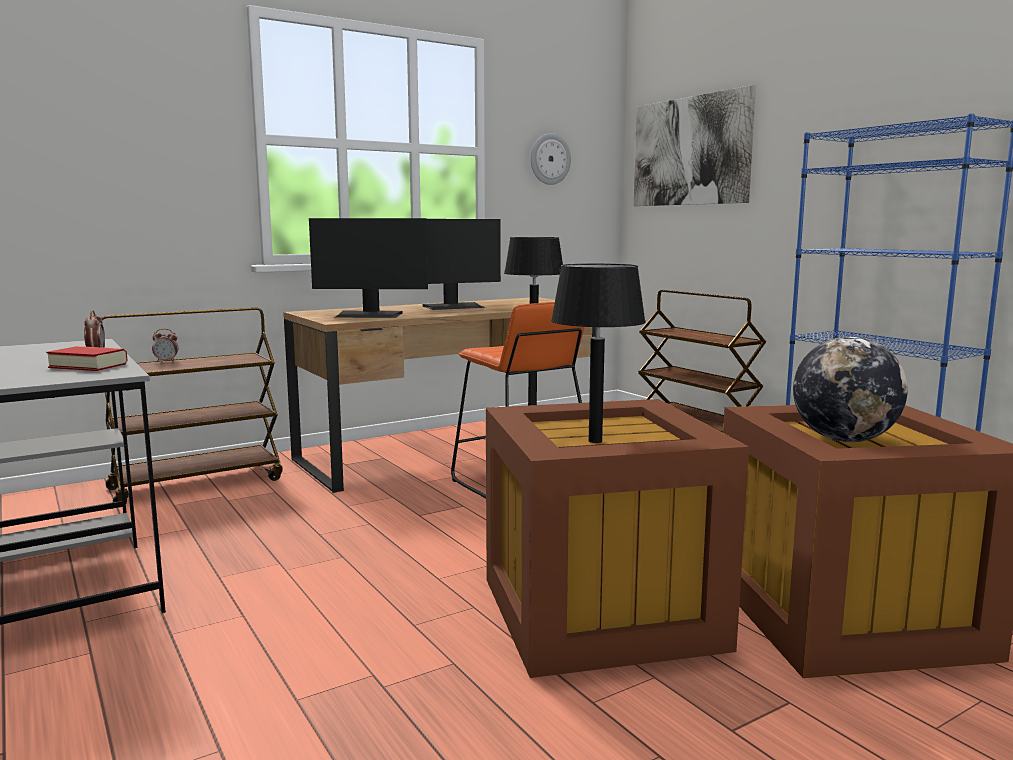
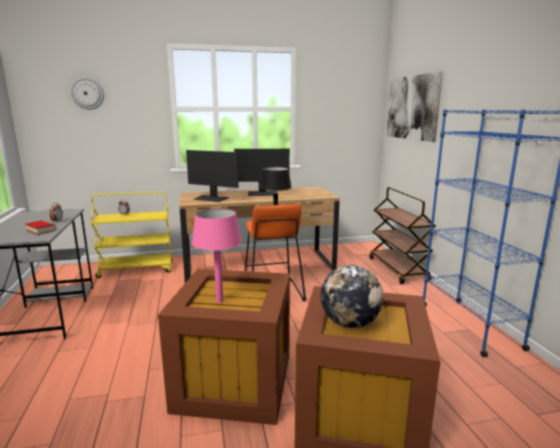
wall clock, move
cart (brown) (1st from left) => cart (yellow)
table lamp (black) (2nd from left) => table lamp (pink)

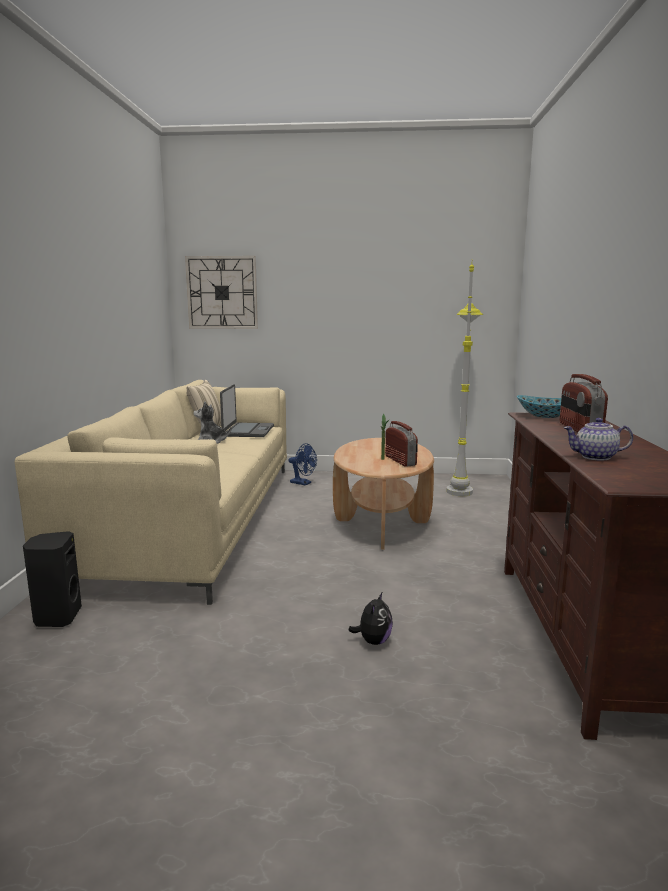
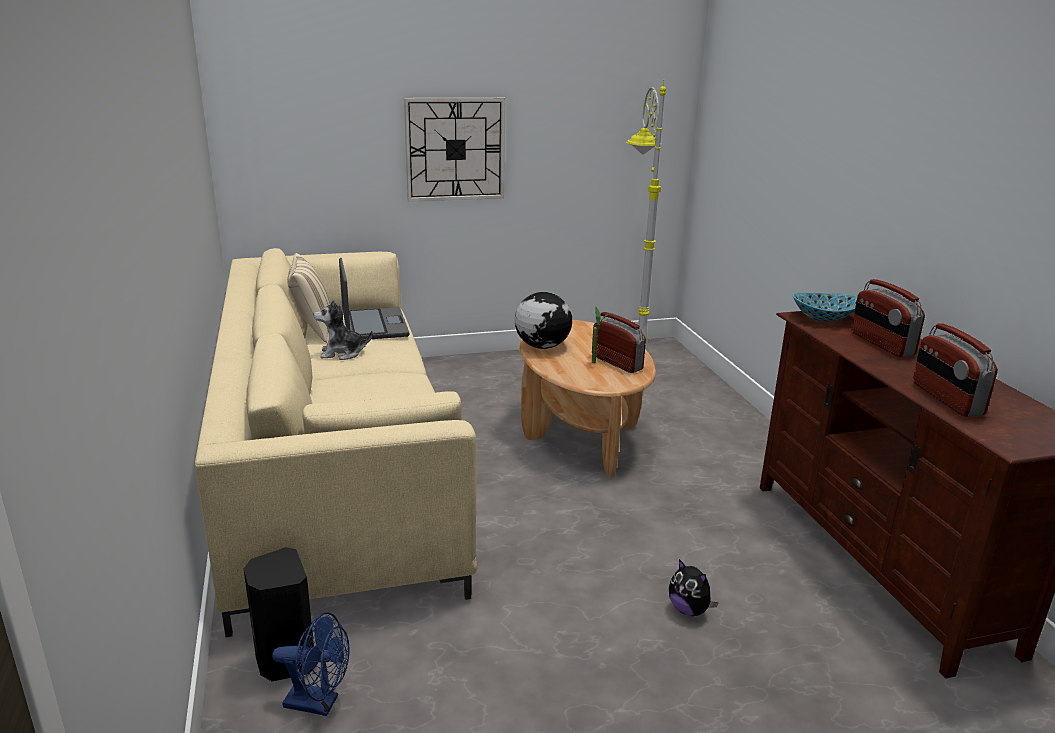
nothing => globe
wall clock, move
fan (blue), move
teapot => radio (3rd from left)
plush toy (2nd from left), 135 degrees clockwise

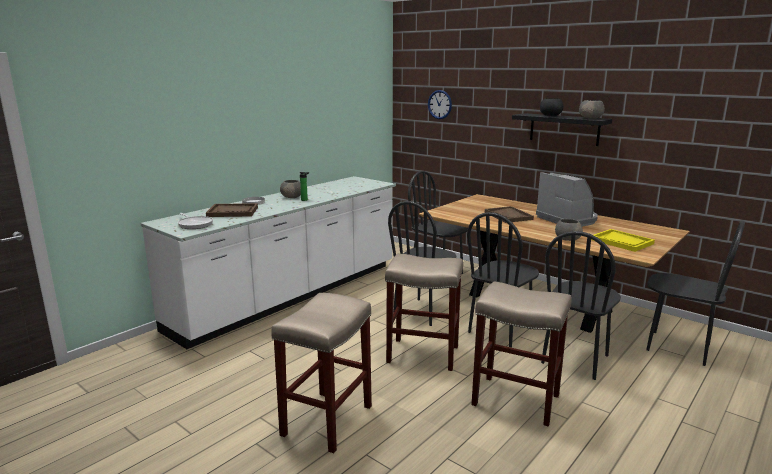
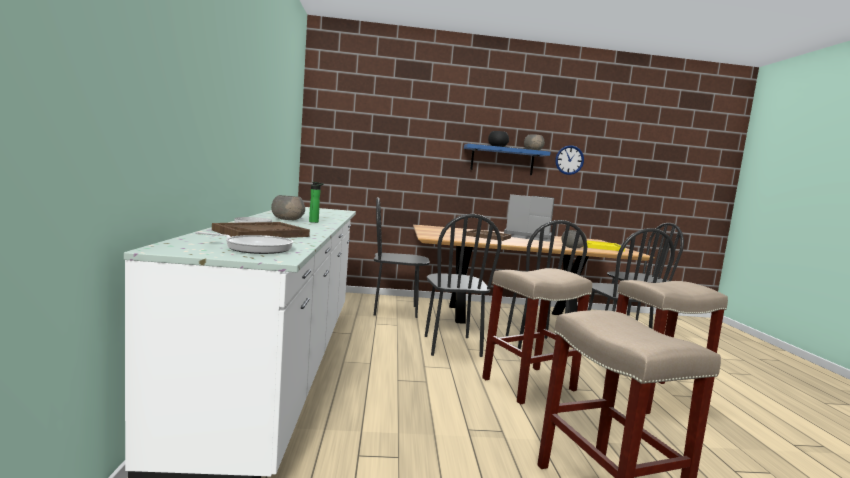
wall clock, move
shelf (black) => shelf (blue)

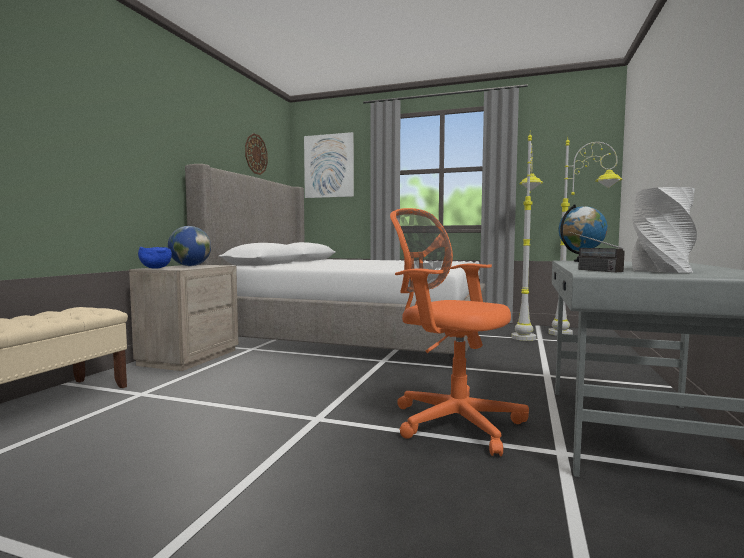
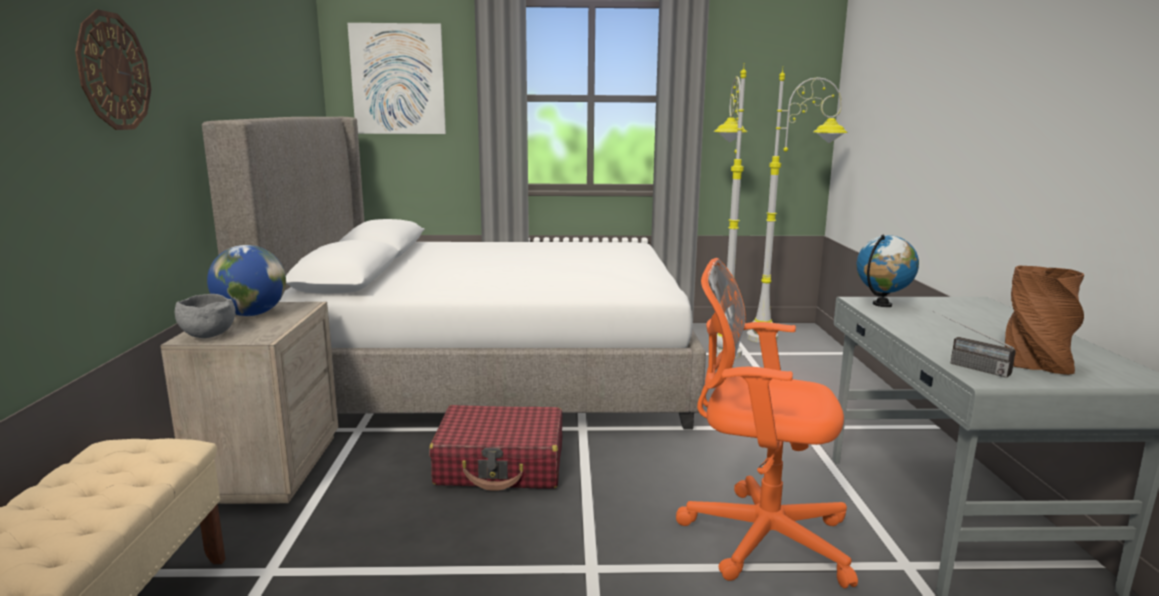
nothing => suitcase (red)
wall clock, move
bowl (blue) => bowl (grey)
vase (grey) => vase (brown)

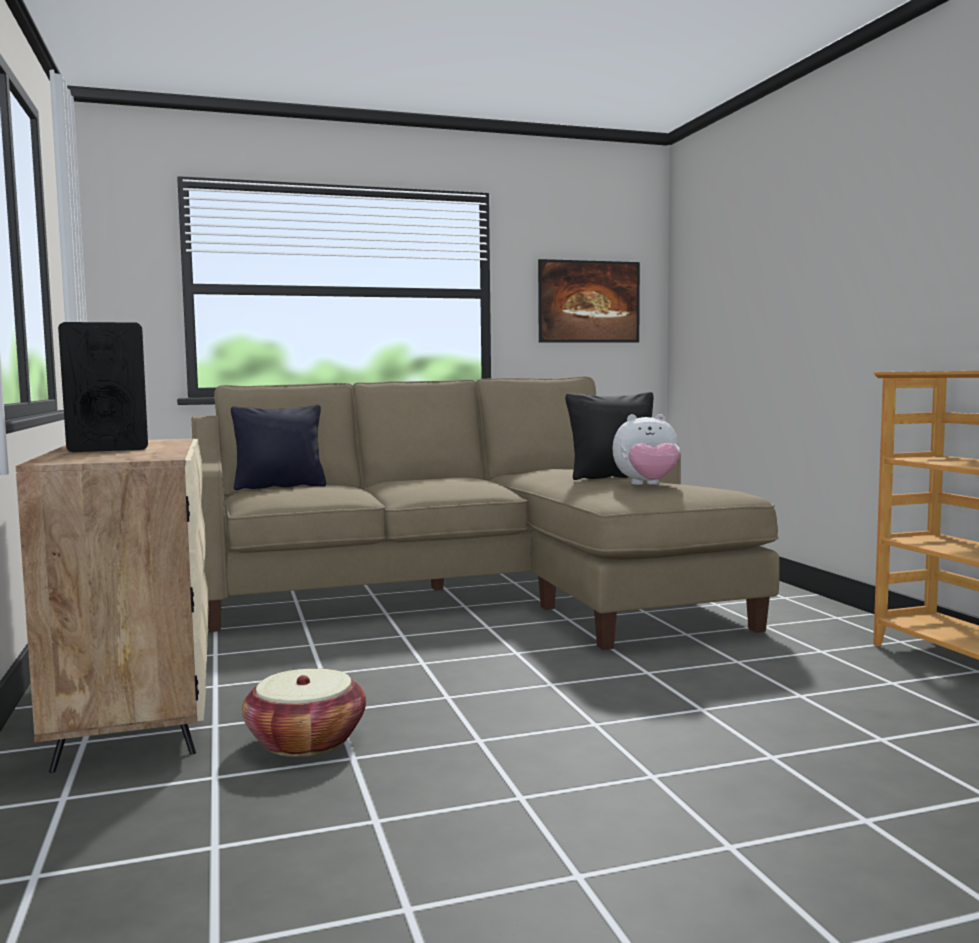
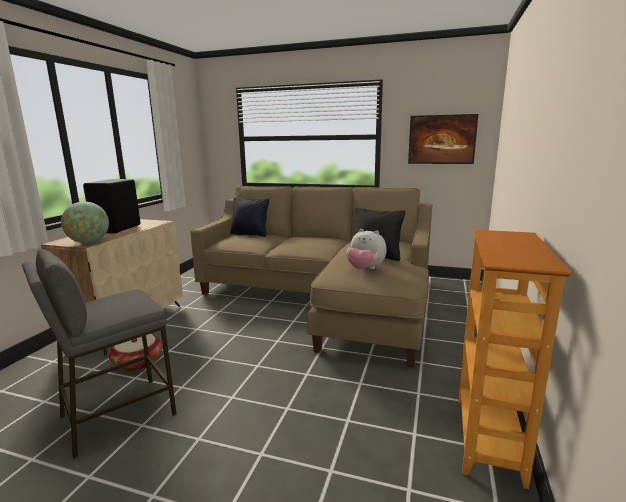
nothing => stool (grey)
nothing => globe

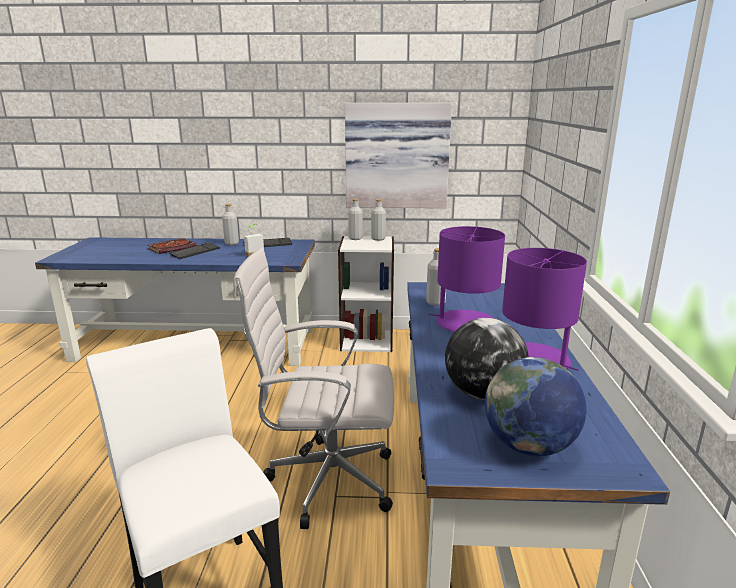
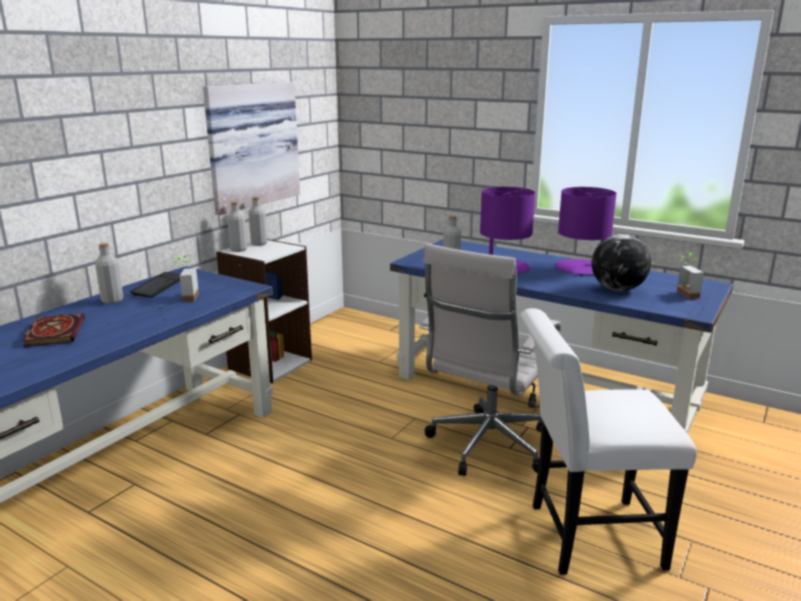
keyboard (1st from left) => nothing
globe (2nd from left) => potted plant (2nd from left)

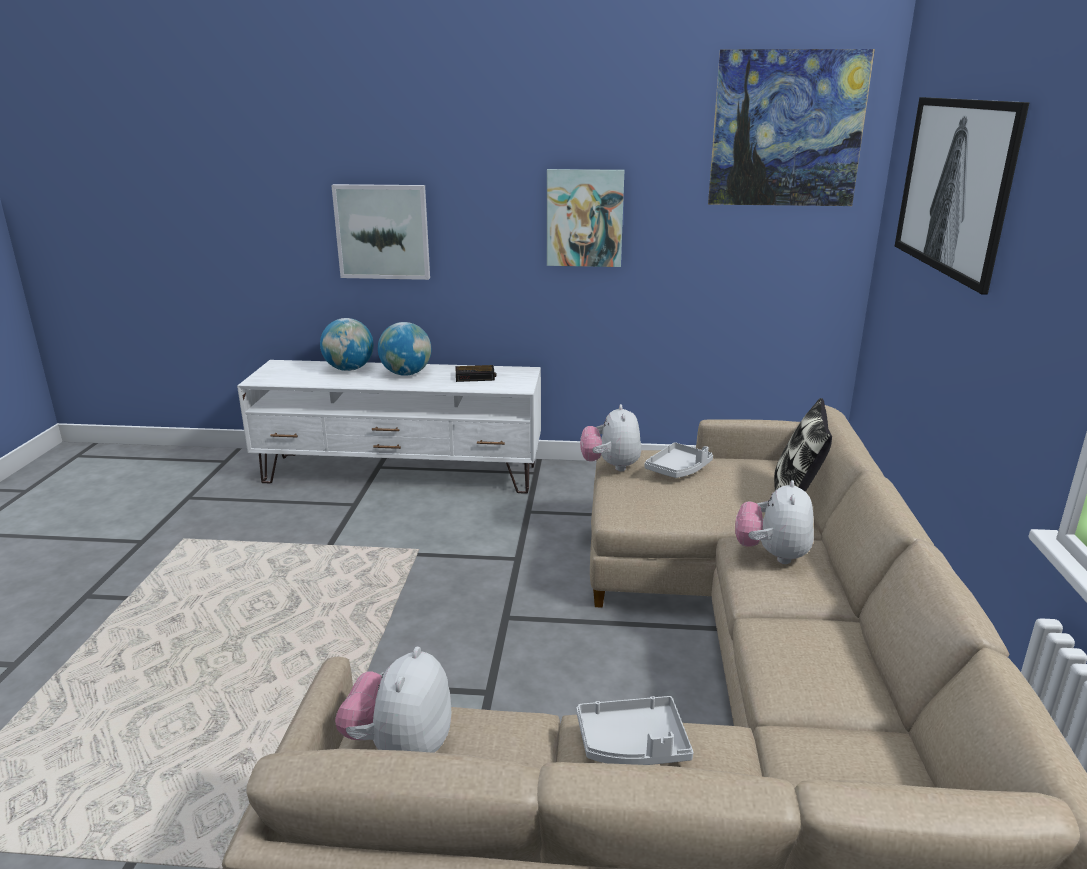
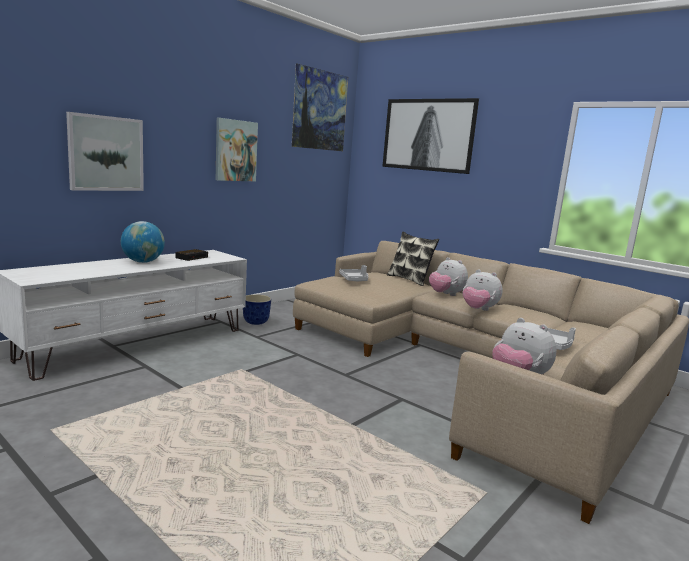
globe (1st from left) => nothing
nothing => planter
plush toy (2nd from left), move

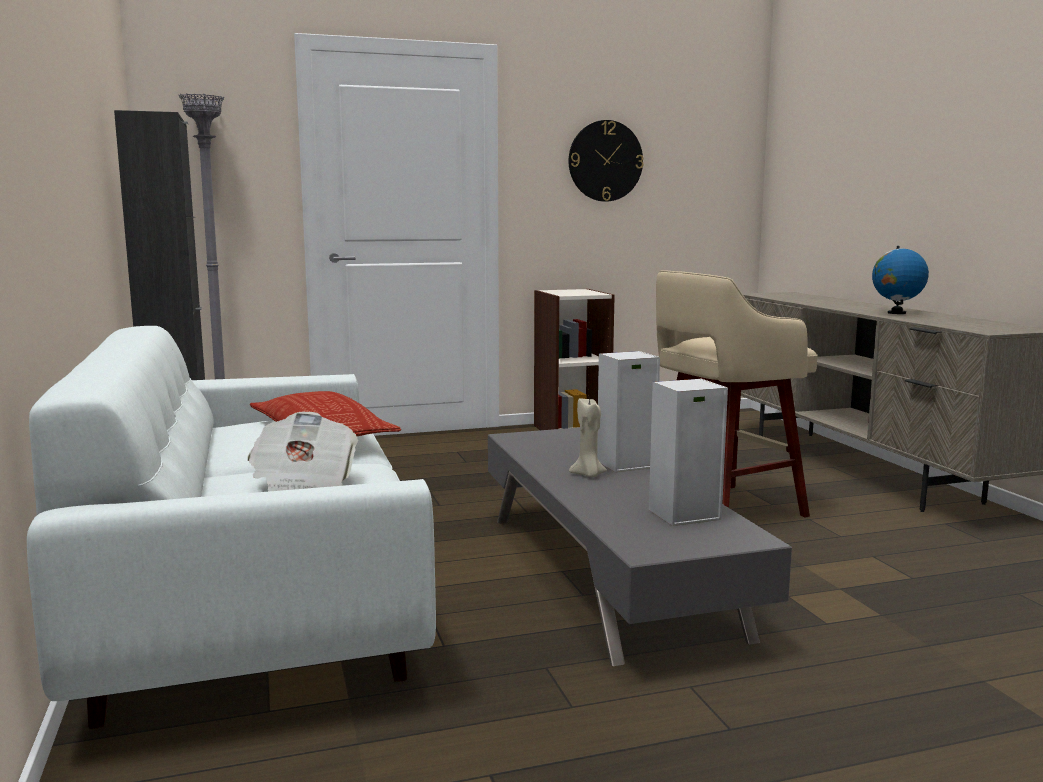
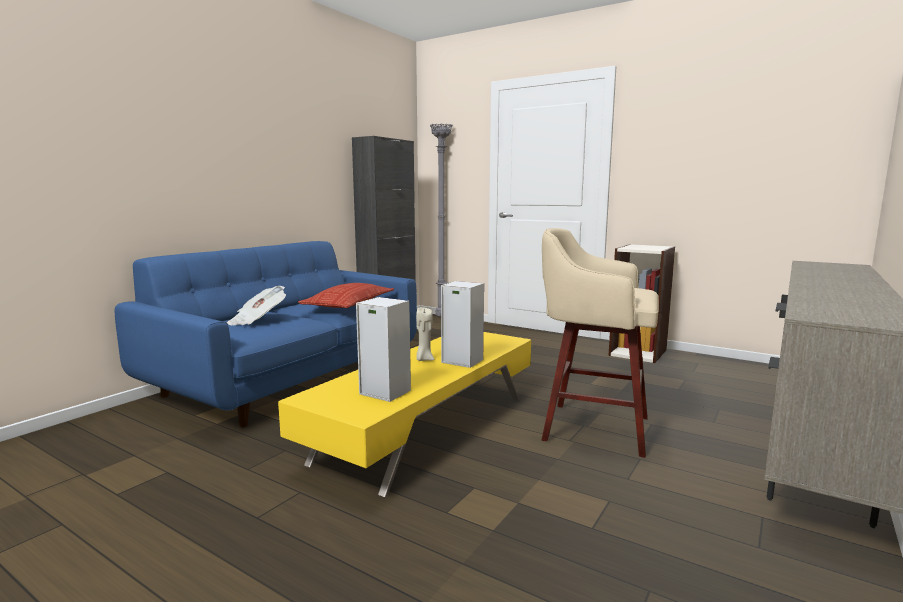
wall clock => nothing
globe => nothing
sofa (white) => sofa (blue)
coffee table (grey) => coffee table (yellow)

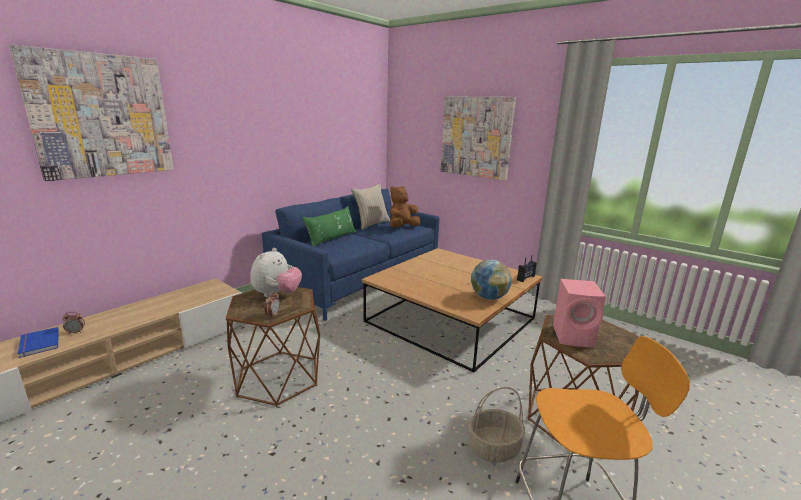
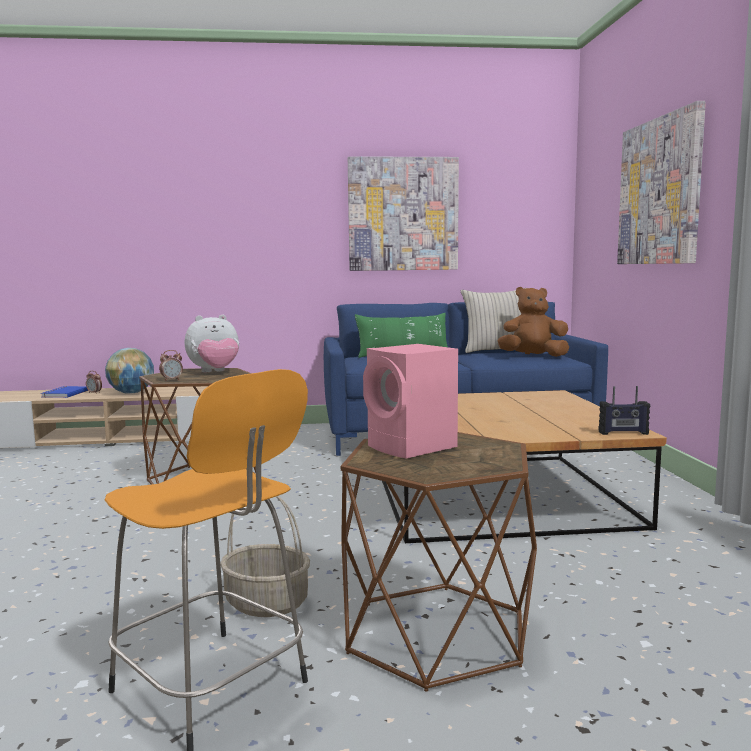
picture (1st from left), move
globe, move

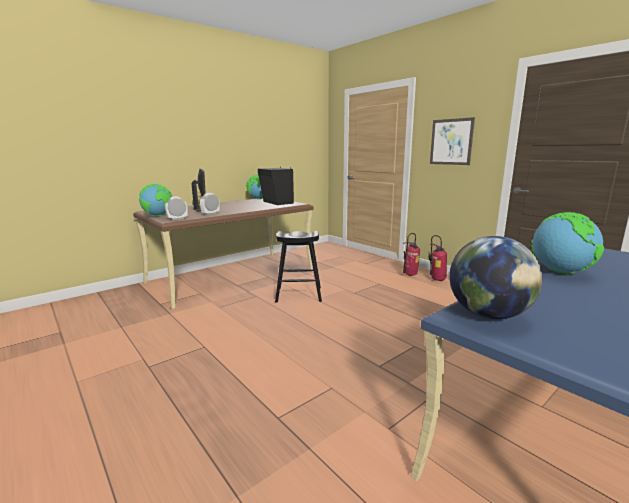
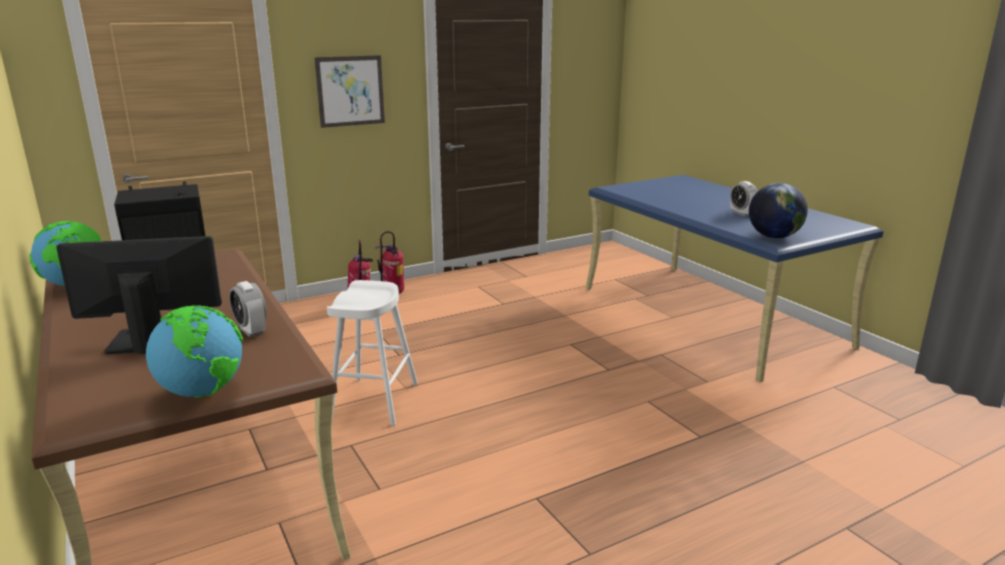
globe (4th from left) => nothing
alarm clock (1st from left in the first image) => alarm clock (2nd from left), move
stool (black) => stool (white)

